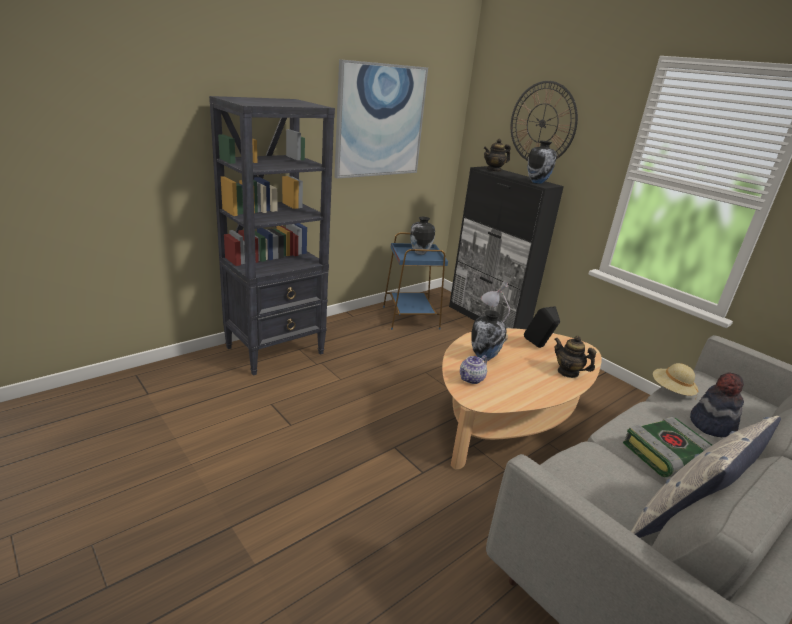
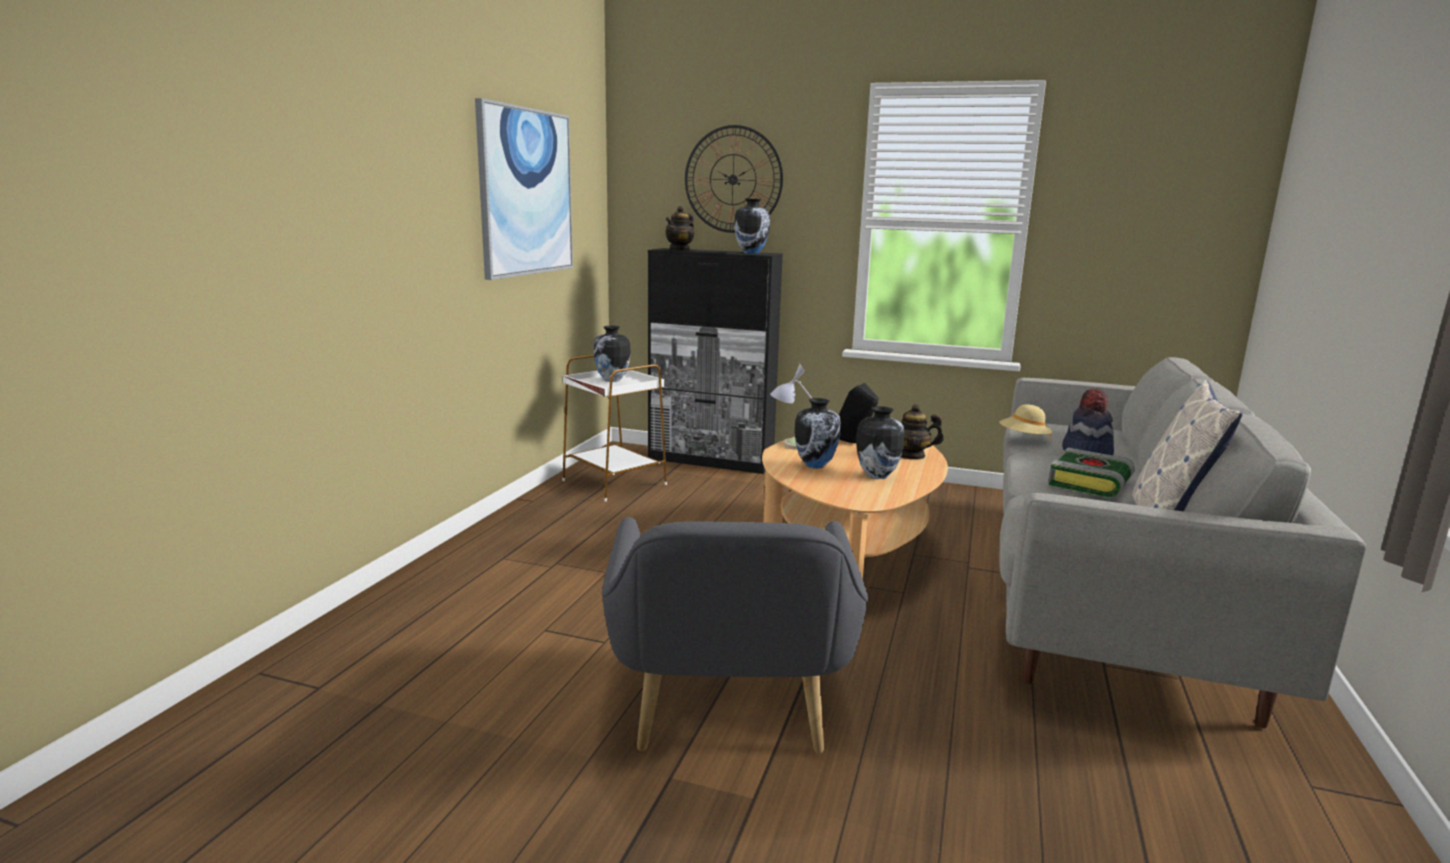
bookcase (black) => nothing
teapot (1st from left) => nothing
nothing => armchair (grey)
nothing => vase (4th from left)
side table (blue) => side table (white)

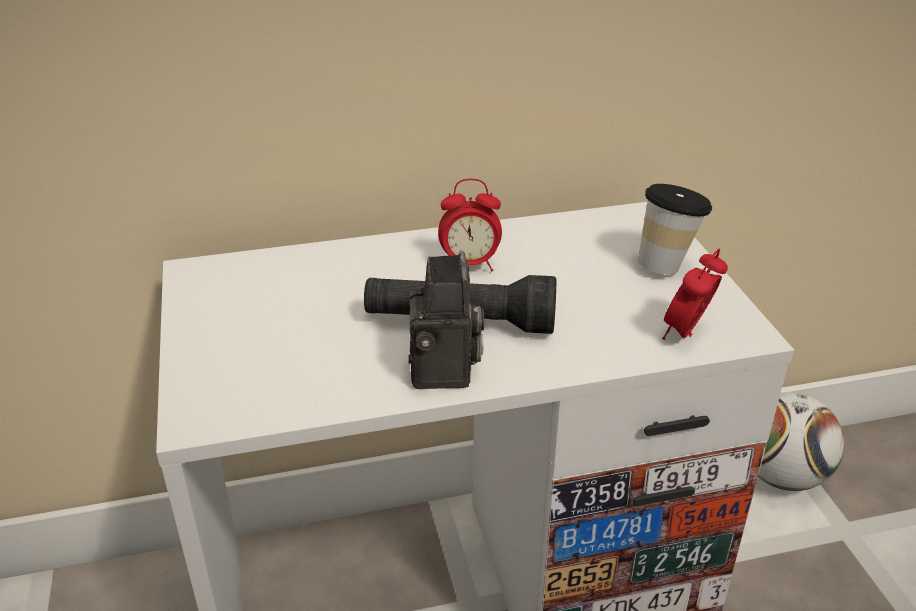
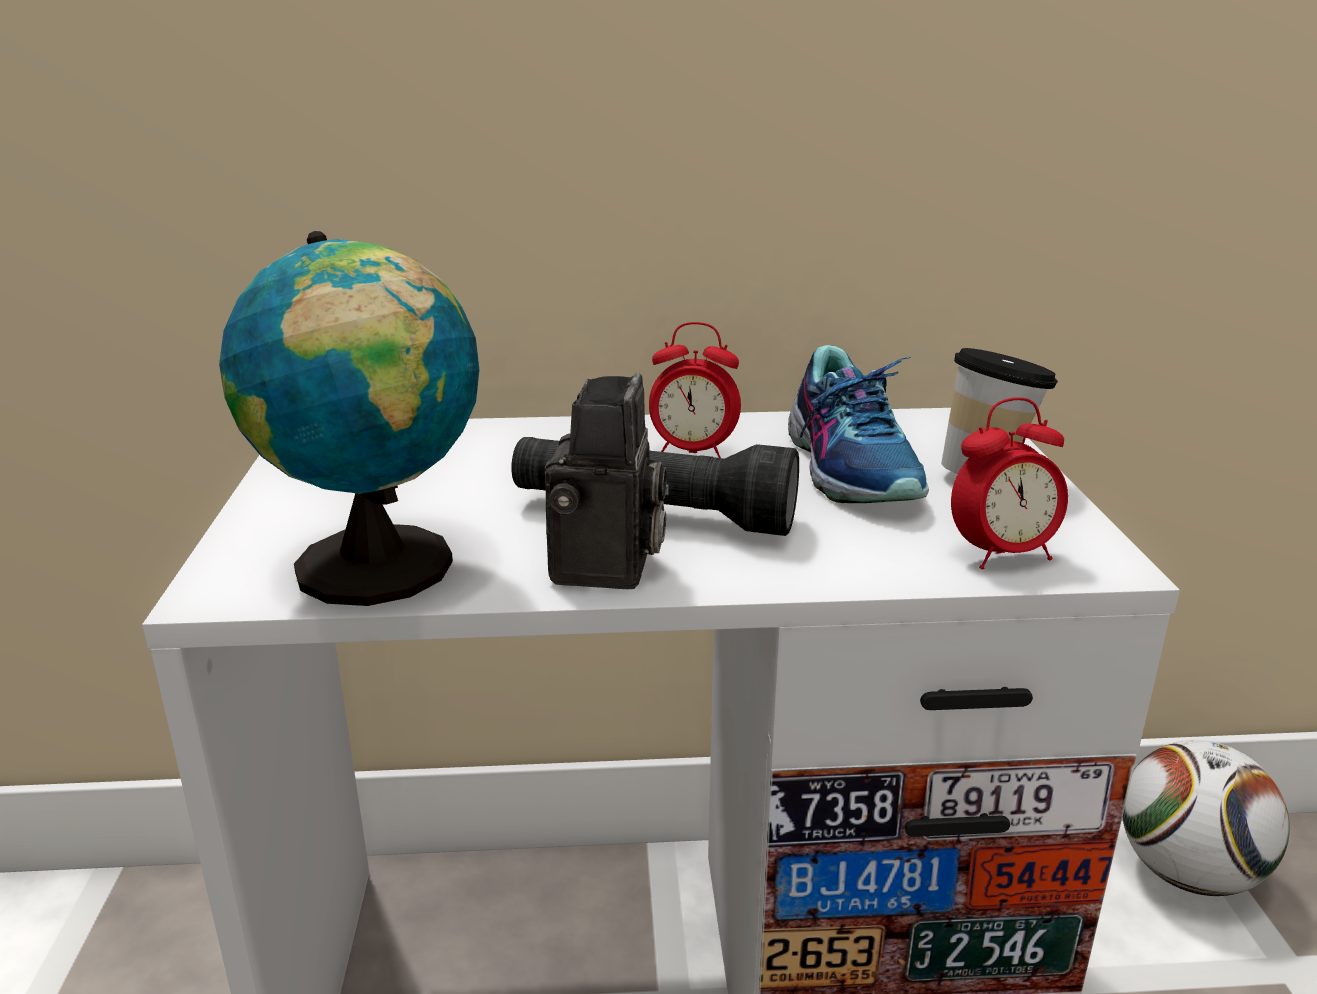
nothing => globe
nothing => shoe
alarm clock (2nd from left), 150 degrees counterclockwise

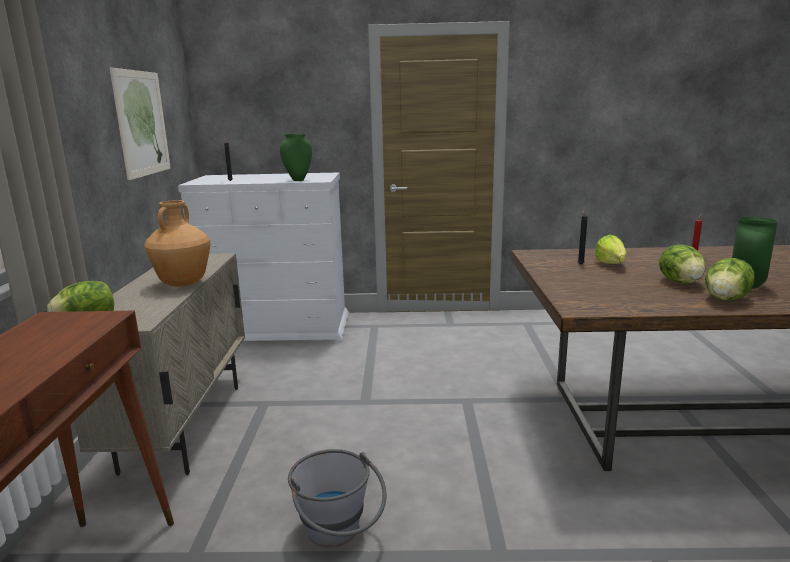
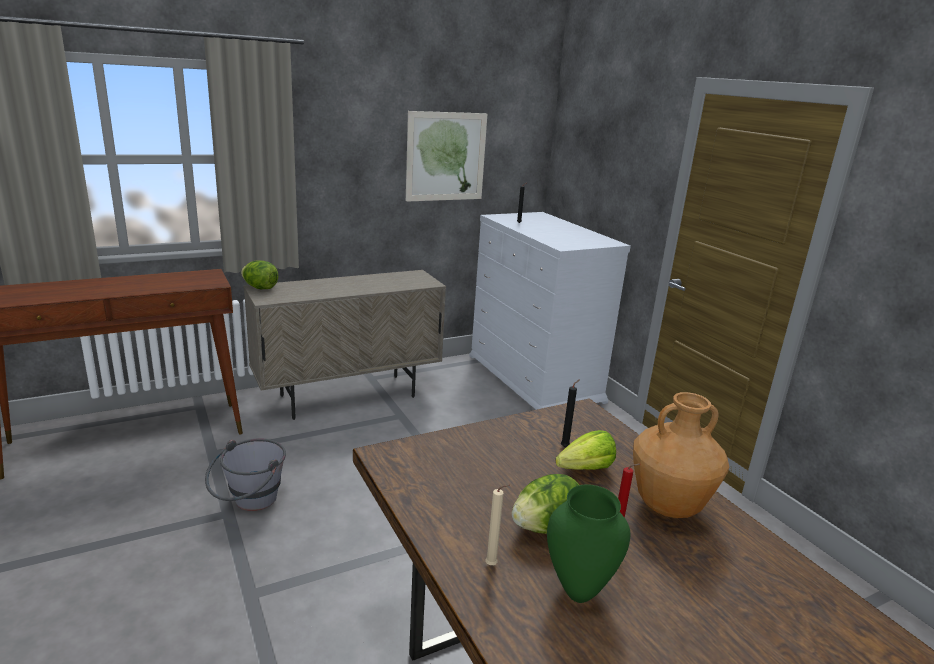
vase (green) (1st from left) => nothing
vase (brown), move
lettuce (4th from left) => candle (beige)

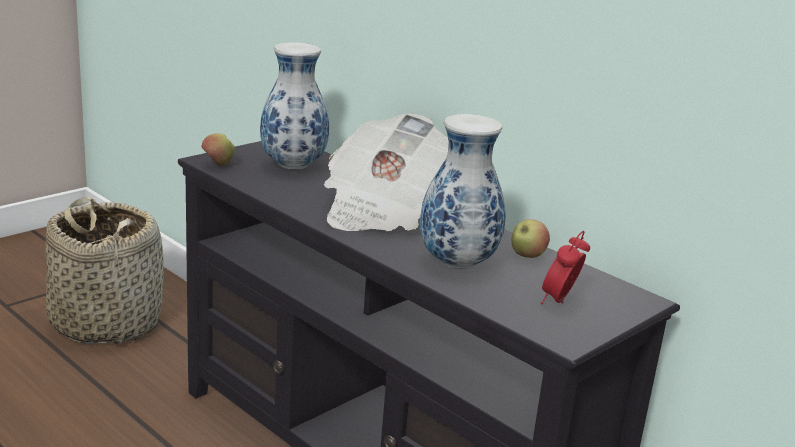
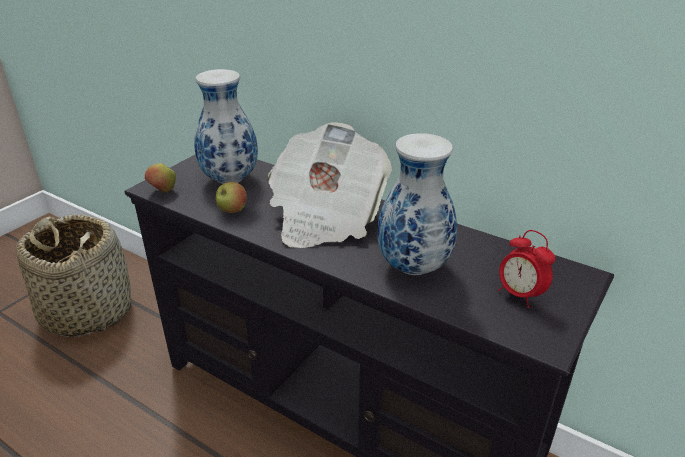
apple (2nd from left), move
alarm clock, 60 degrees counterclockwise

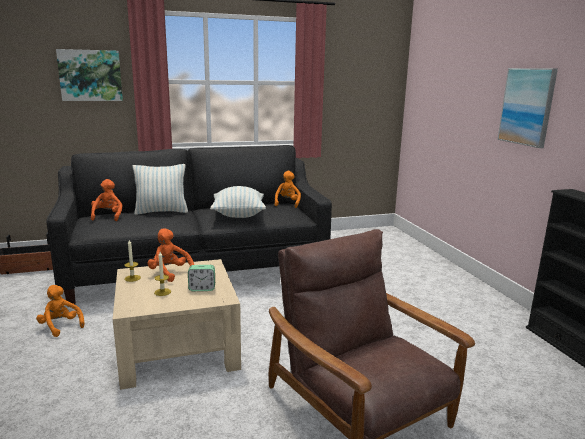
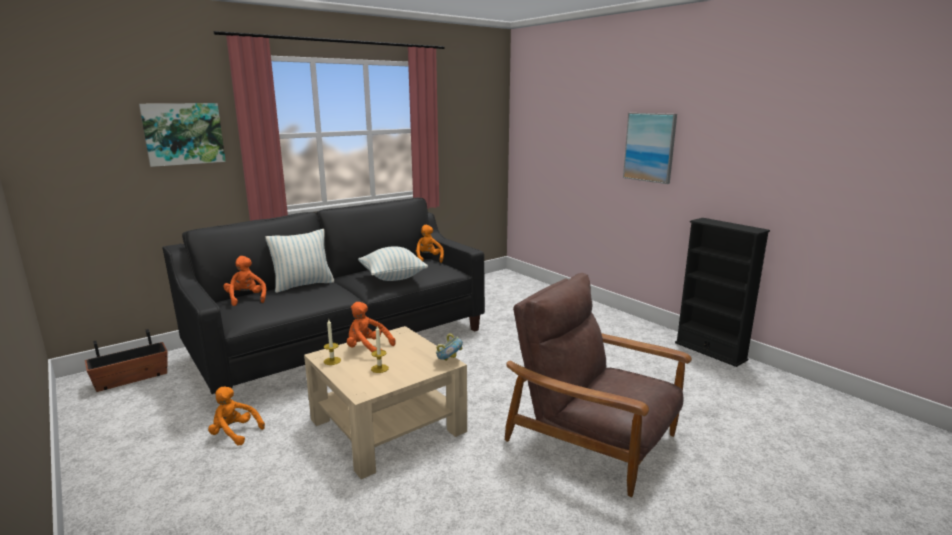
alarm clock => nothing
nothing => bowl

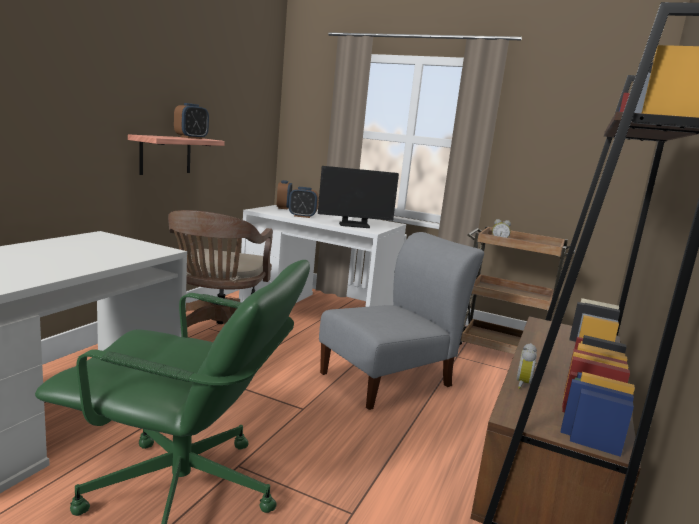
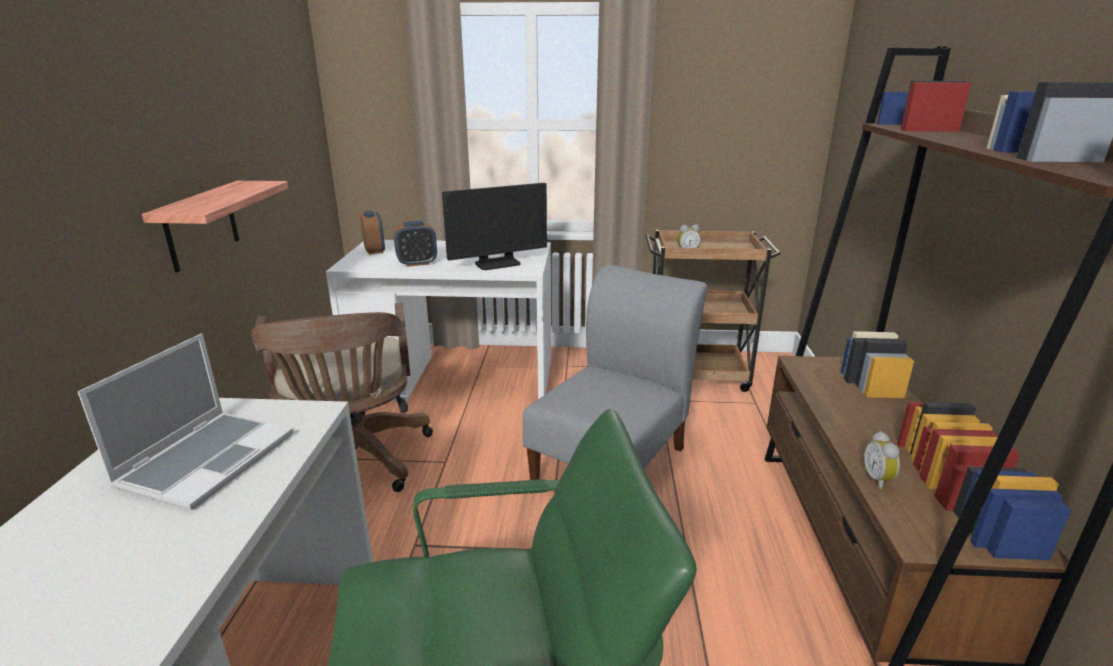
alarm clock (1st from left) => nothing
nothing => laptop

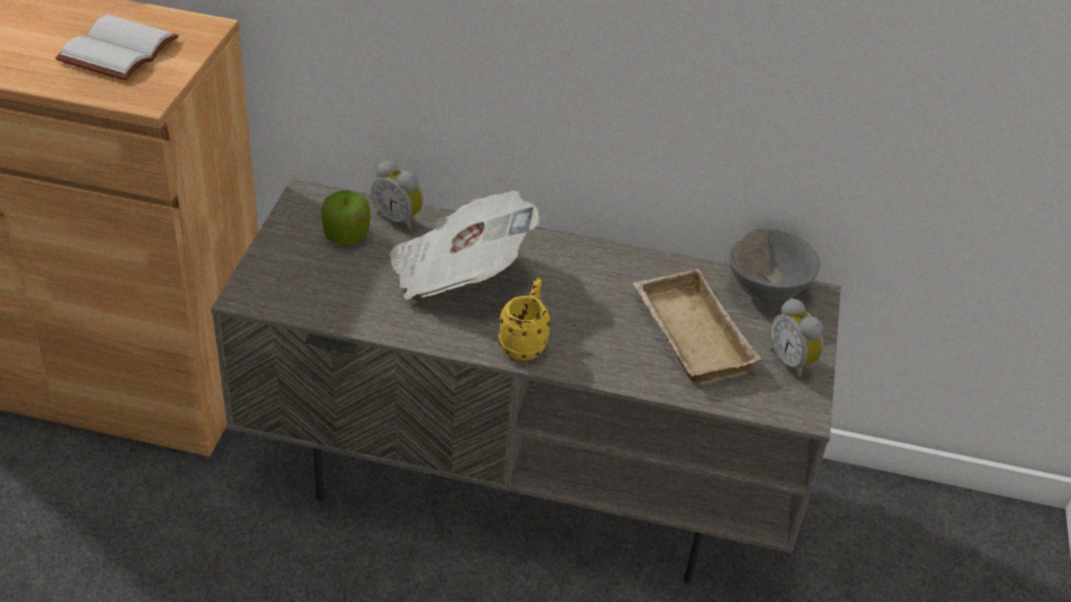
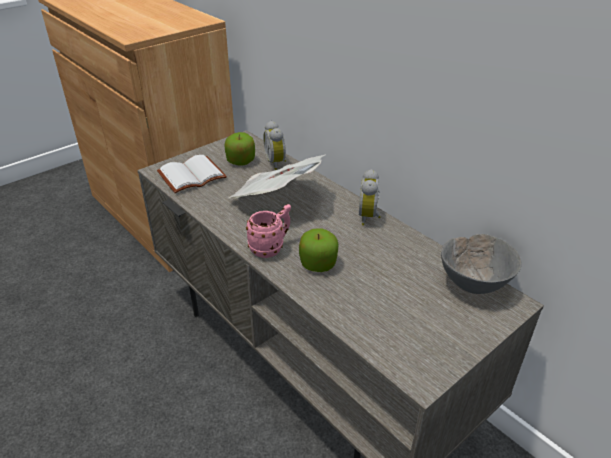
tray (beige) => nothing
nothing => apple (2nd from left)
book (white), move
alarm clock (2nd from left), move
mug (yellow) => mug (pink)

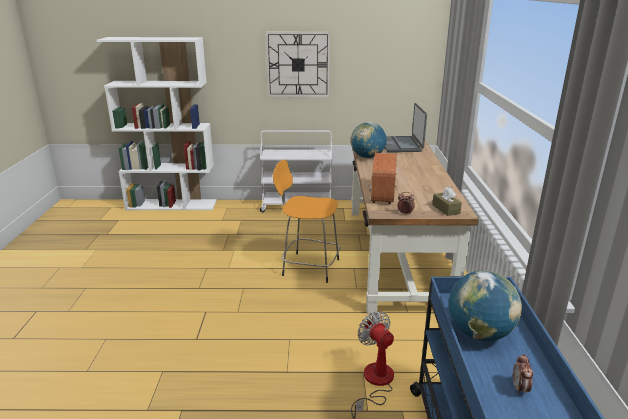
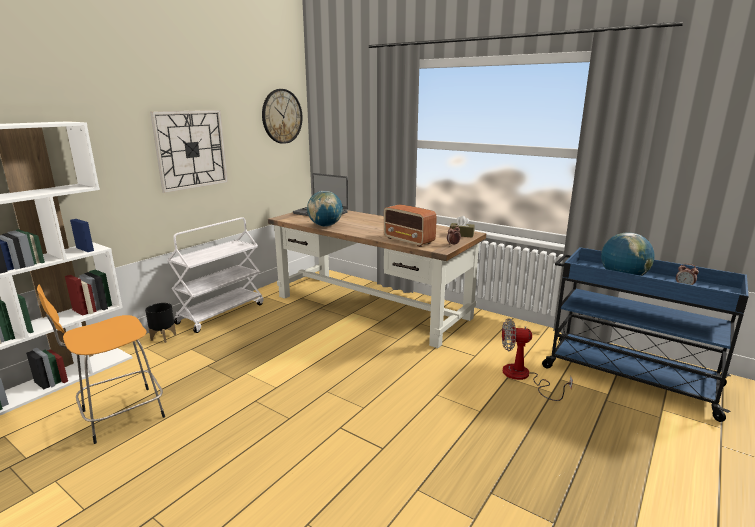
nothing => planter (black)
nothing => wall clock (2nd from left)
stool (orange), move

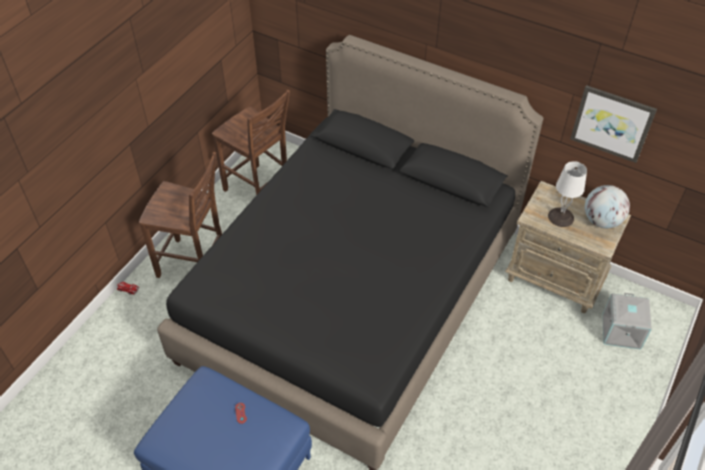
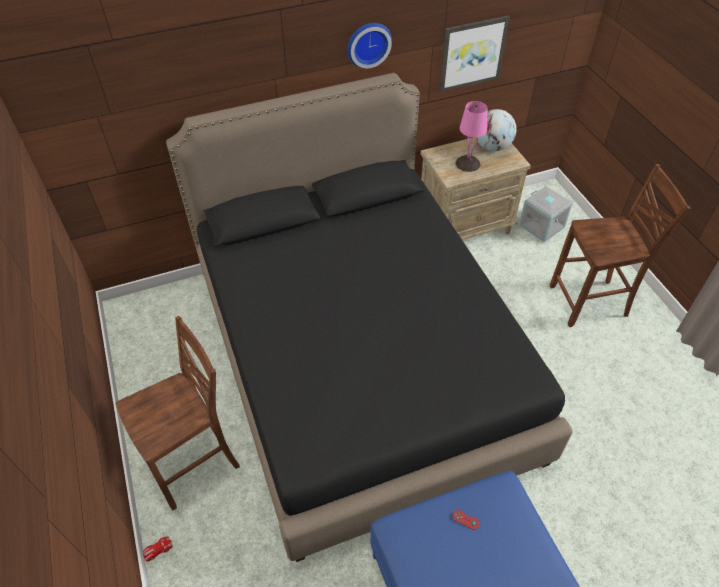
nothing => wall clock
chair (brown) (2nd from left), move
table lamp (white) => table lamp (pink)

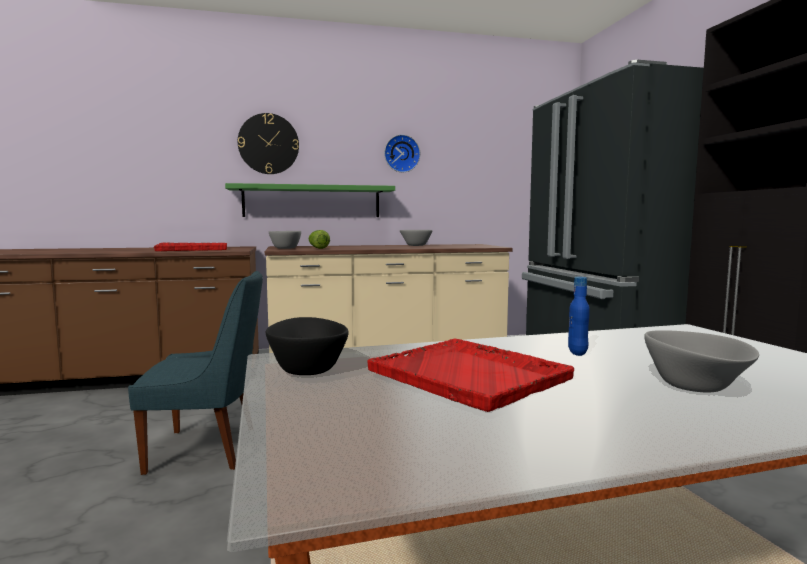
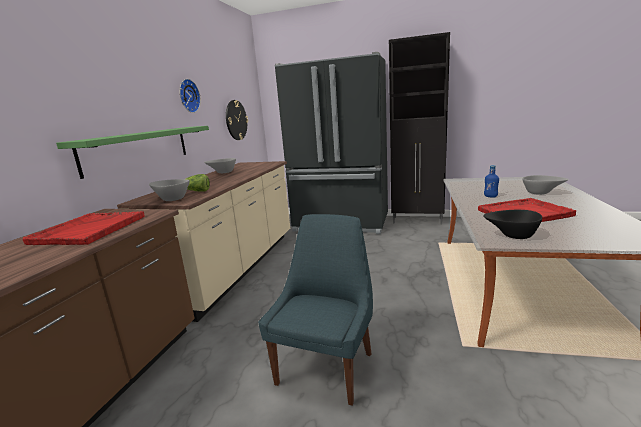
wall clock (1st from left in the first image) => wall clock (2nd from left), move

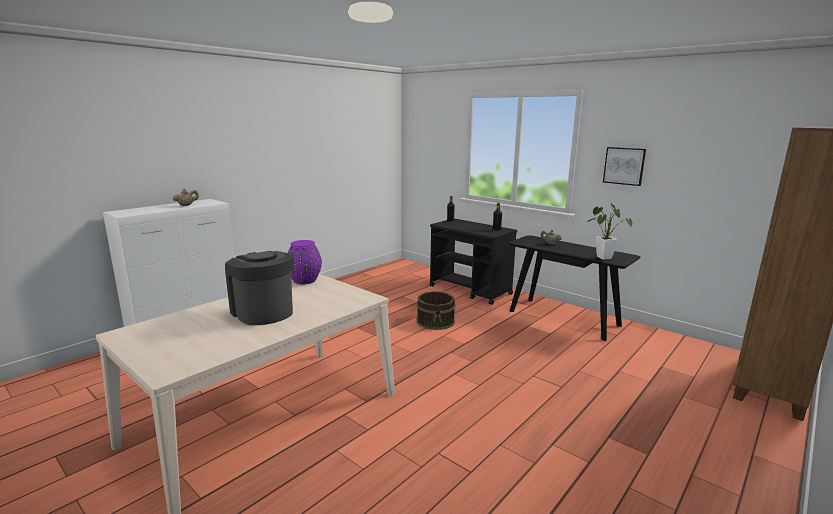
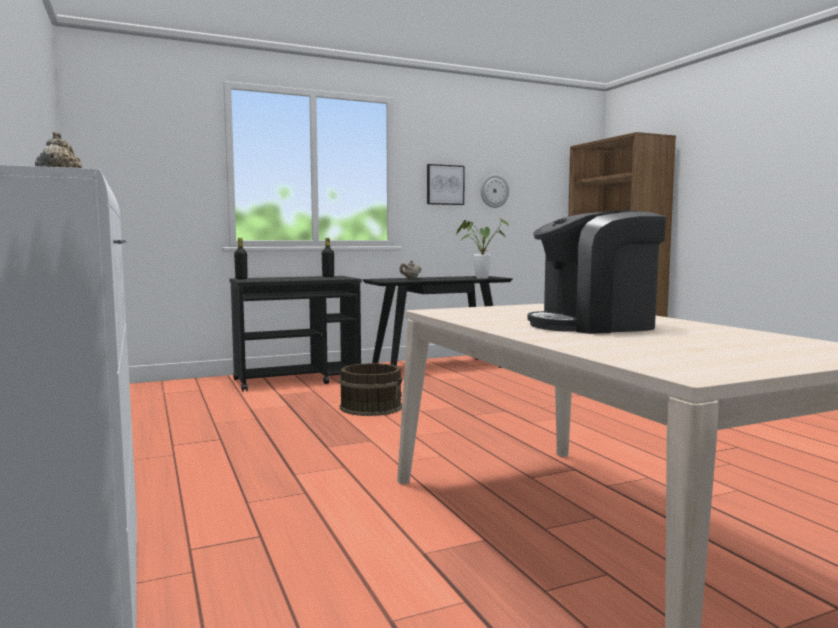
vase (purple) => nothing
nothing => wall clock

